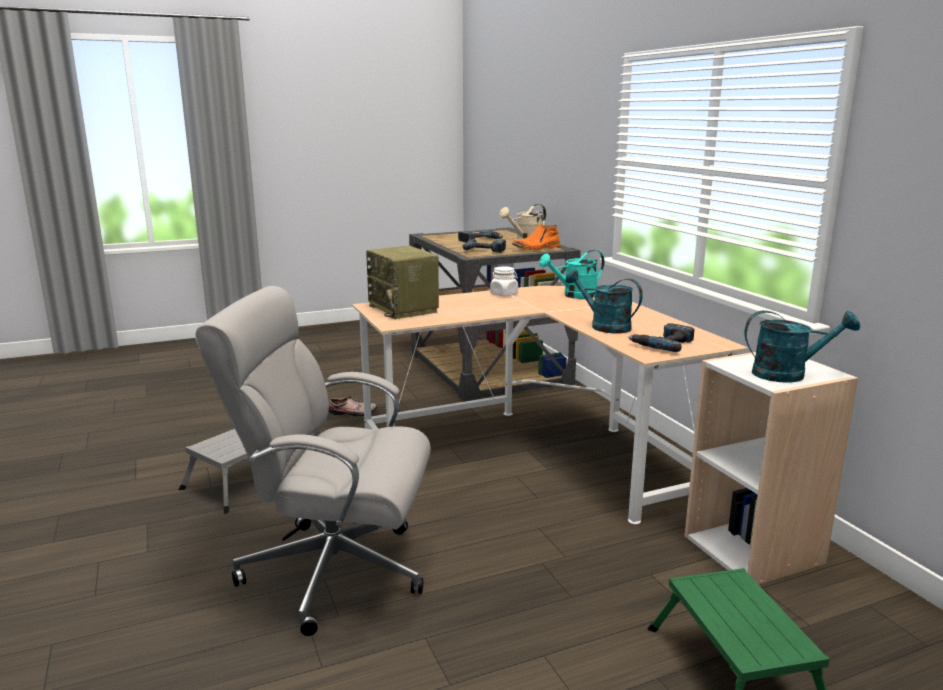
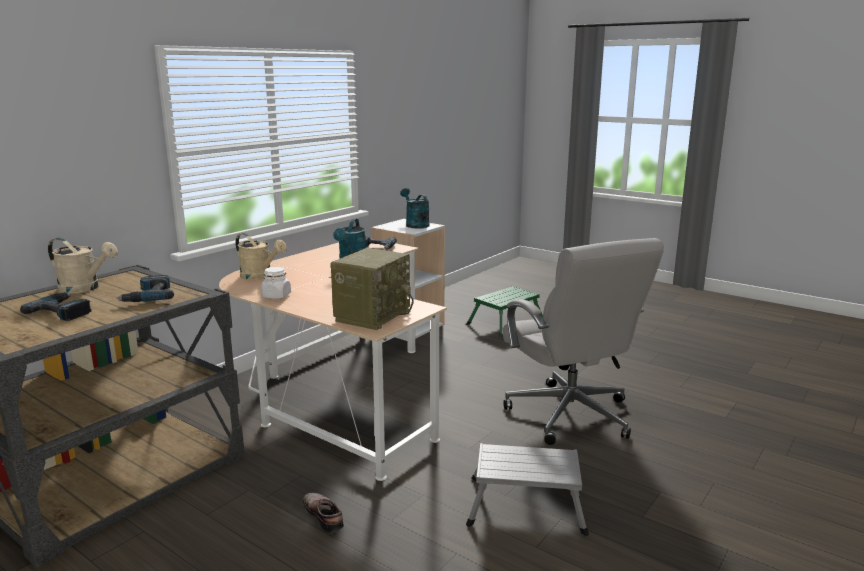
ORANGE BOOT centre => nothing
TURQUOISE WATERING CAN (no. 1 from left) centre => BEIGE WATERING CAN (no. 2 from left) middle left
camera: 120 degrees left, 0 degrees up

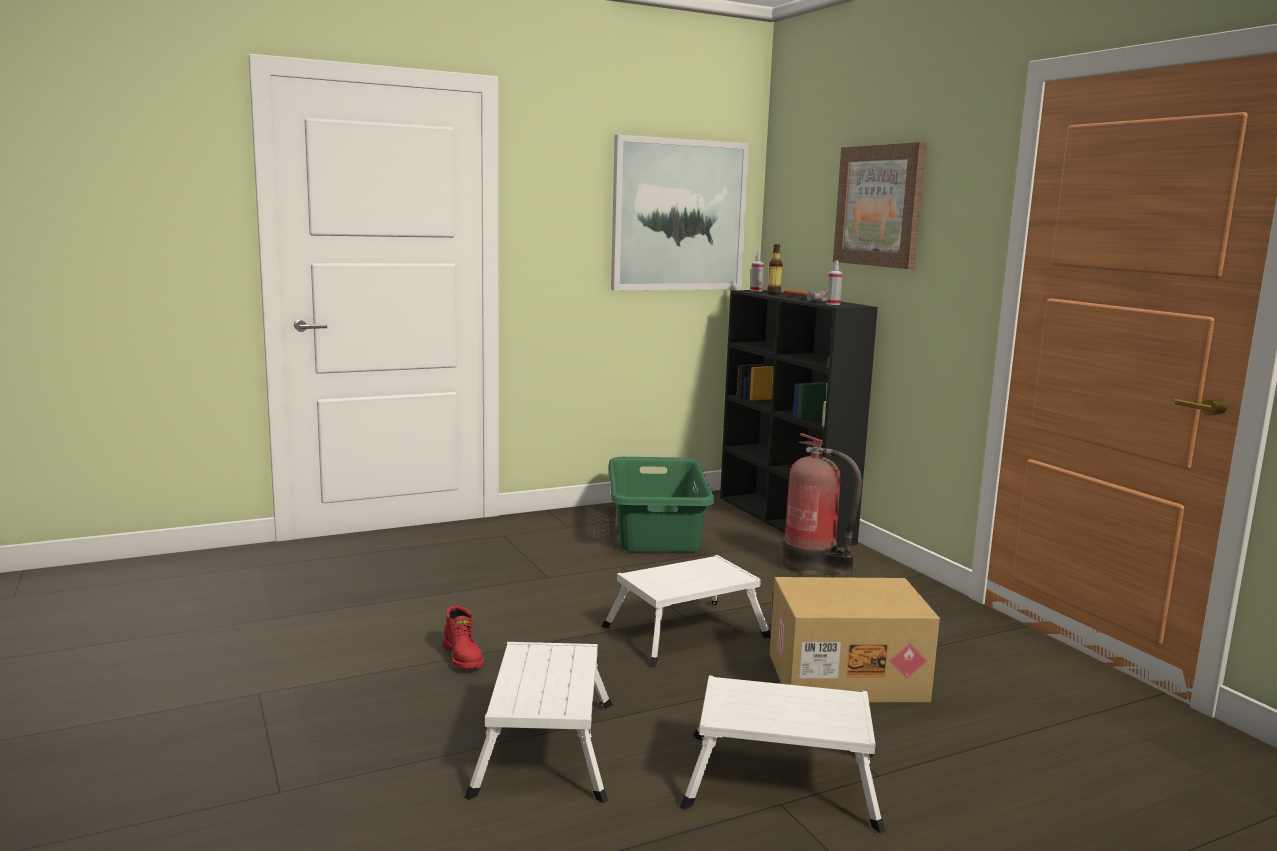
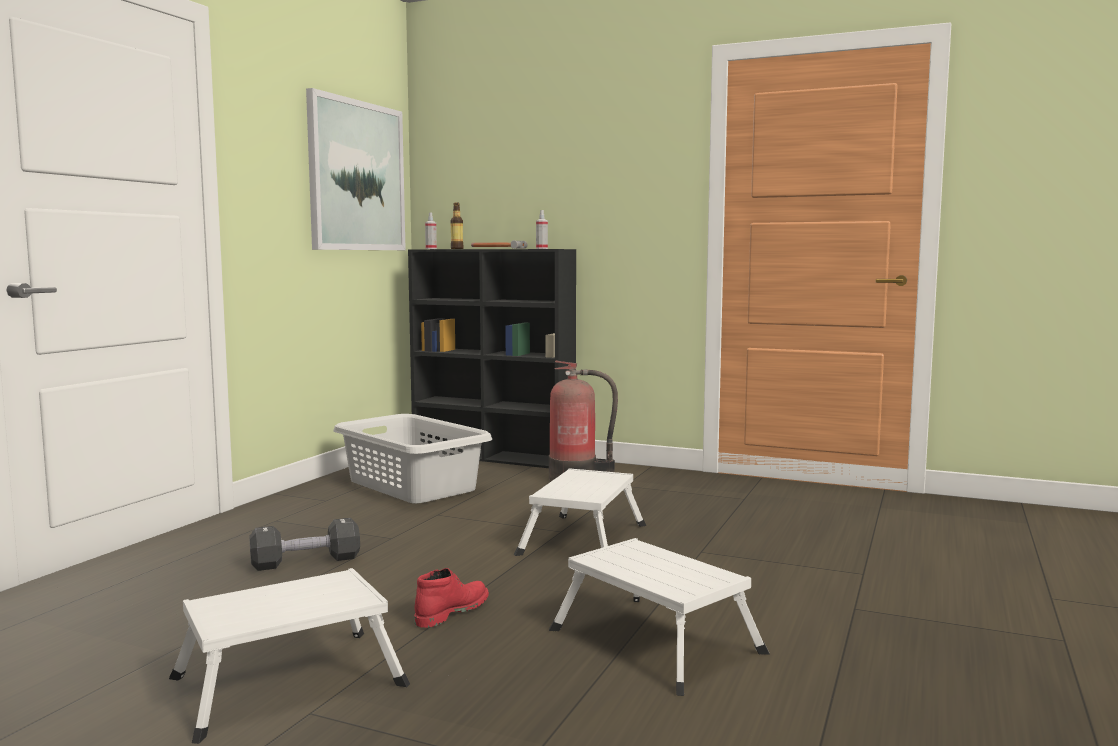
PICTURE (no. 2 from left) top right => nothing
GREEN LAUNDRY BASKET centre => GREY LAUNDRY BASKET centre
CARDBOARD BOX bottom right => nothing
RED BOOT bottom centre, 75 degrees counterclockwise
WHITE STEP LADDER (no. 3 from left in the first image) bottom centre => WHITE STEP LADDER (no. 1 from left) bottom left, shifted
nothing => BLACK DUMBBELL bottom left
camera: 40 degrees left, 5 degrees down

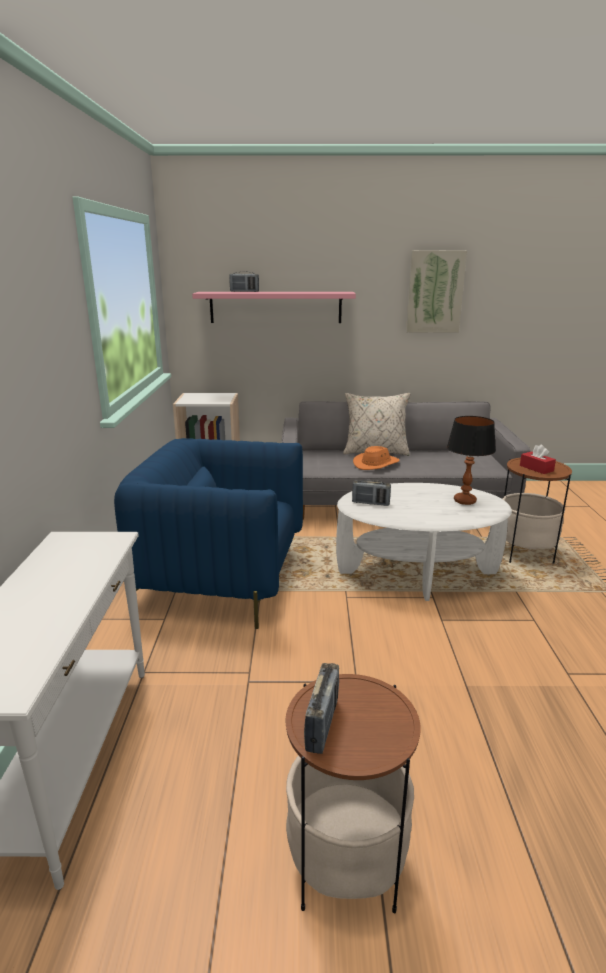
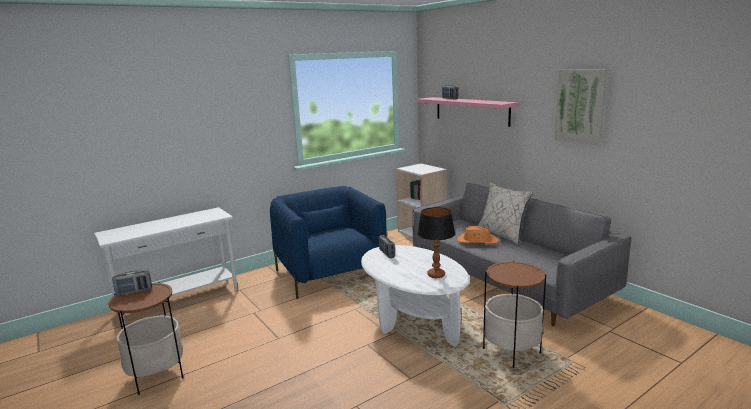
RED TISSUE BOX middle right => nothing
camera: 55 degrees right, 5 degrees down

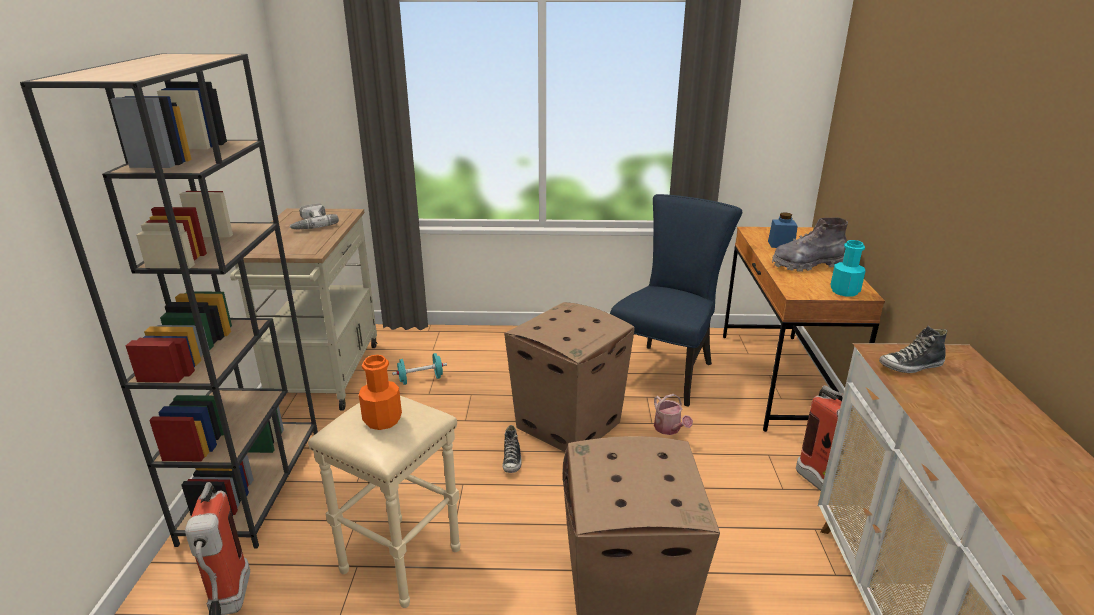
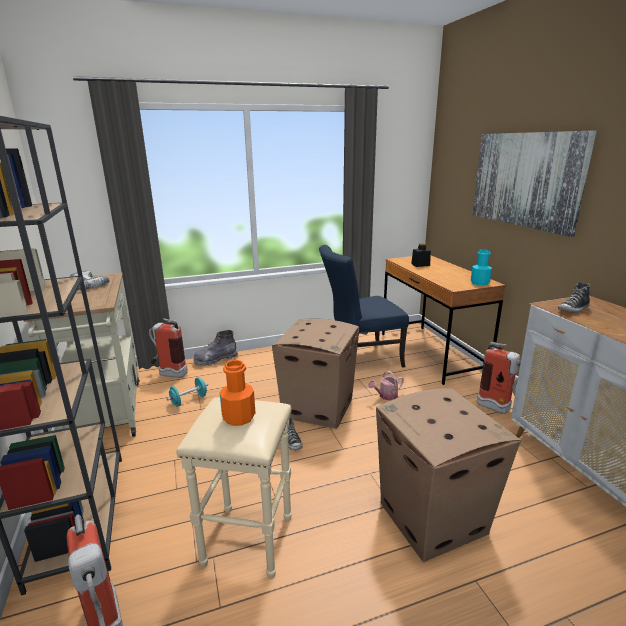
BLUE CHAIR centre, 120 degrees counterclockwise
BLUE JAR middle right => BLACK JAR middle right
GREY BOOT middle right => GREY BOOT centre, shifted
WATERING CAN bottom centre => WATERING CAN centre, 105 degrees clockwise
nothing => PICTURE top right
nothing => FIRE EXTINGUISHER (no. 2 from left) middle left
camera: 20 degrees left, 5 degrees down

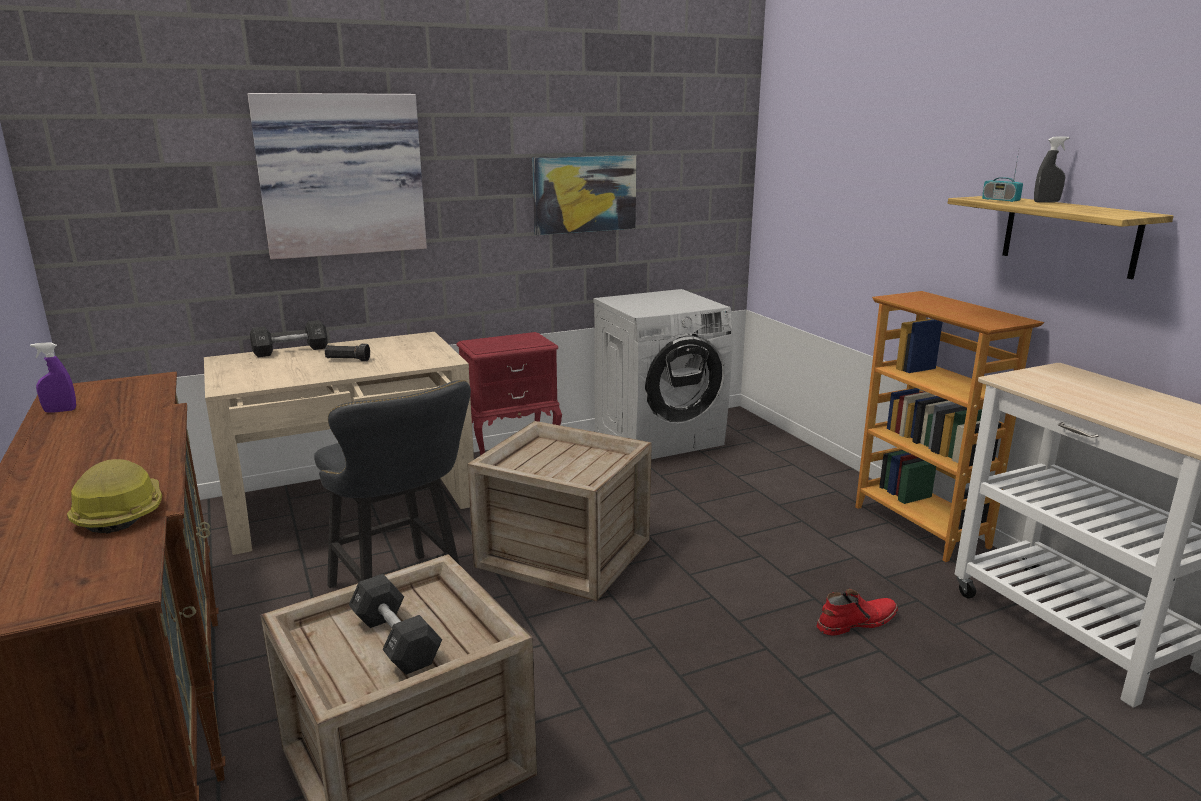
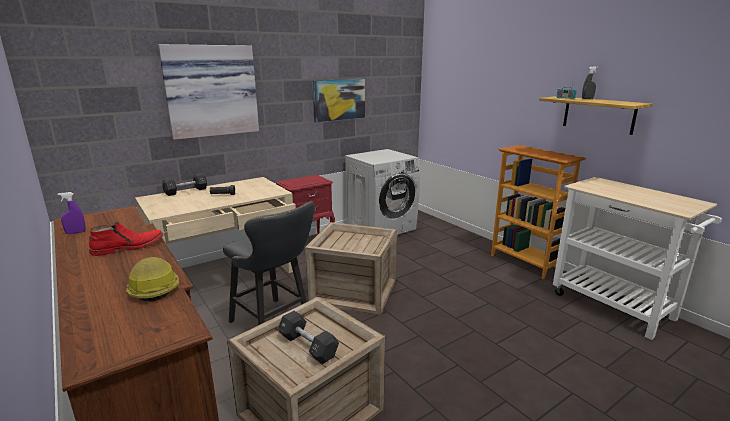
RED BOOT bottom right => RED BOOT middle left, shifted
camera: 10 degrees left, 0 degrees up

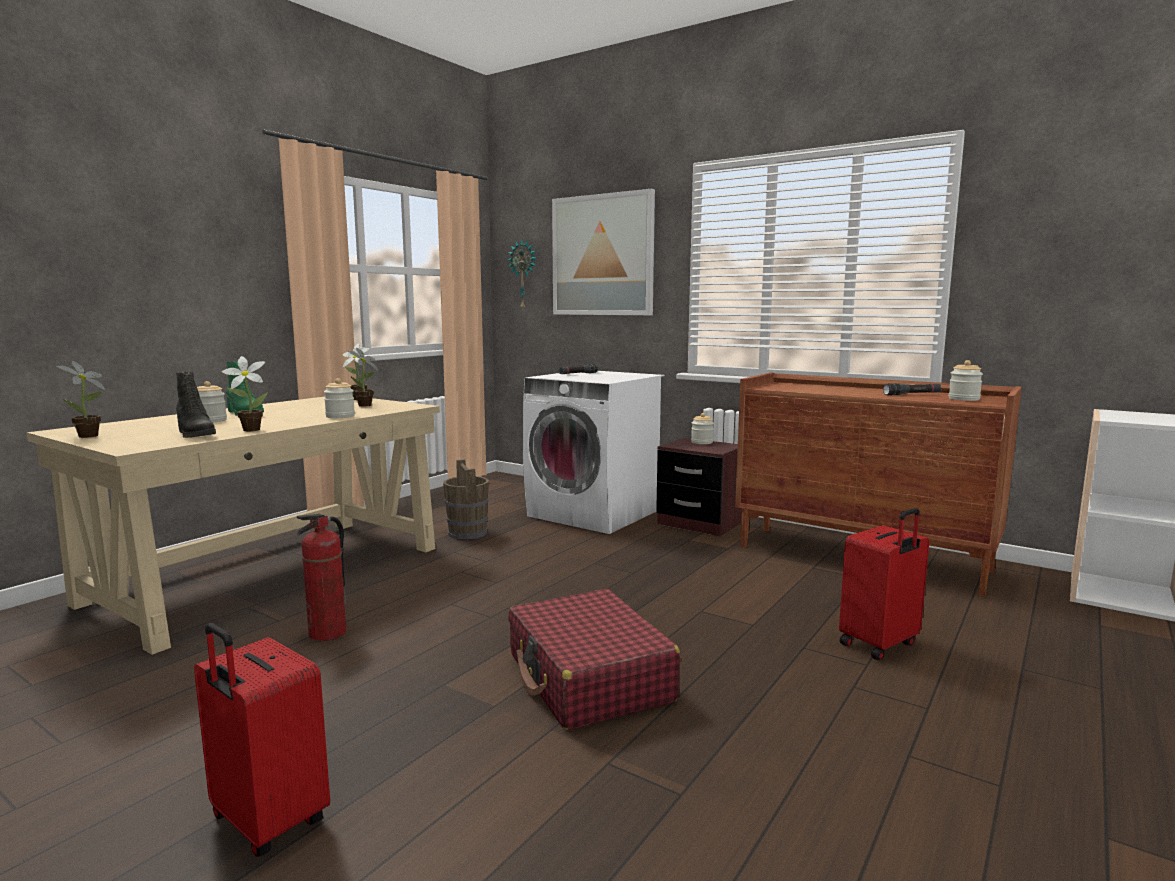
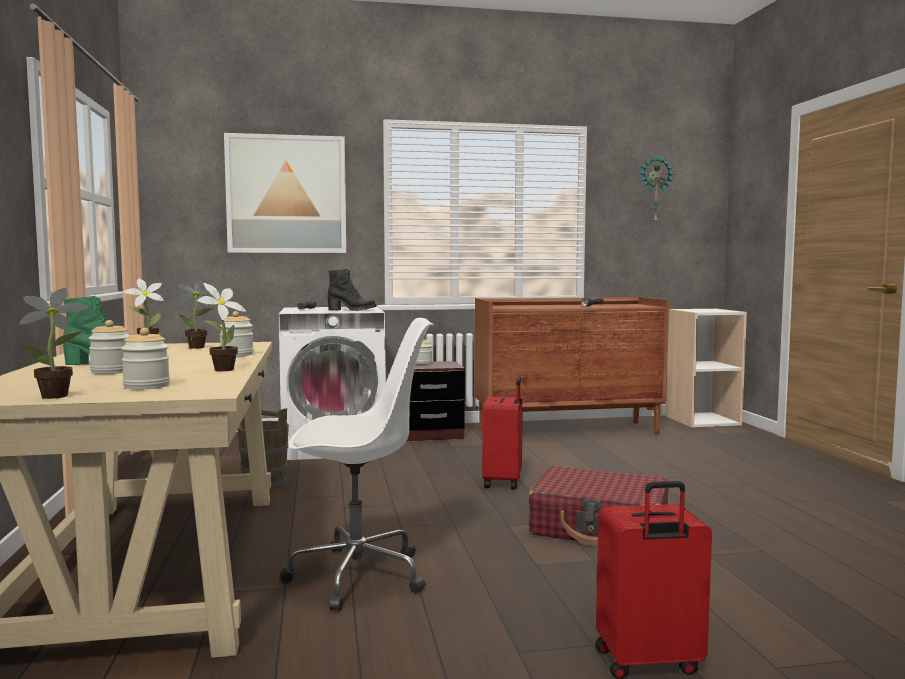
WALL CLOCK top centre => WALL CLOCK top right, shifted
JAR (no. 4 from left in the first image) middle right => JAR (no. 2 from left) middle left, shifted
BLACK BOOT middle left => BLACK BOOT centre, shifted
RED SUITCASE (no. 3 from left in the first image) middle right => RED SUITCASE (no. 1 from left) centre, shifted
FIRE EXTINGUISHER middle left => WHITE OFFICE CHAIR bottom centre
camera: 45 degrees left, 5 degrees down

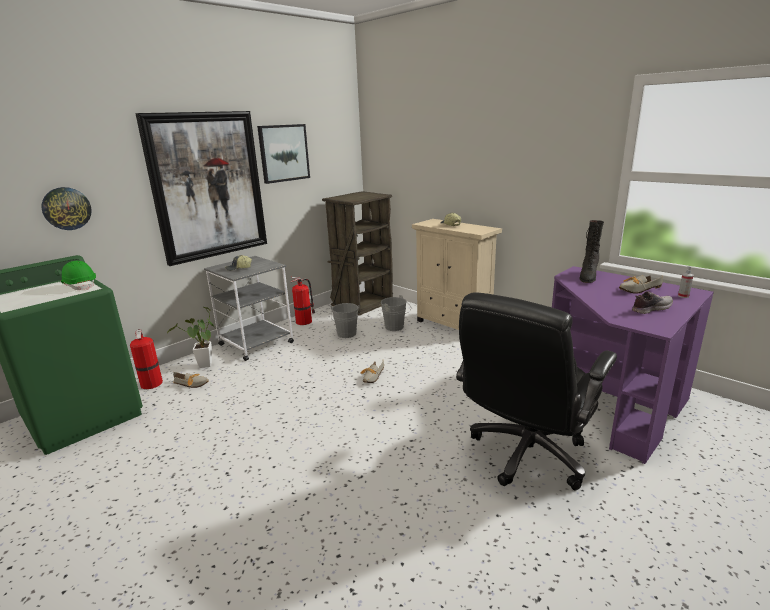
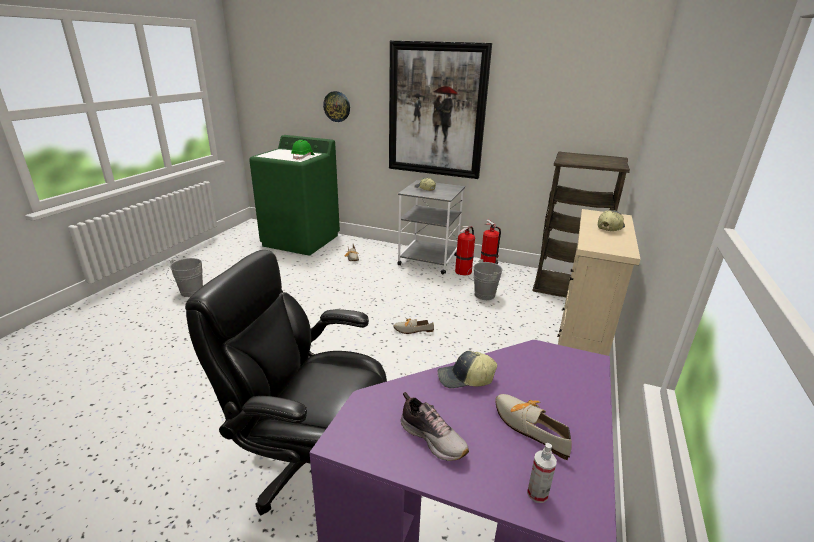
PICTURE (no. 2 from left) top centre => nothing
BLACK BOOT middle right => nothing
GREY BUCKET (no. 2 from left in the first image) centre => GREY BUCKET (no. 1 from left) middle left, shifted
POTTED PLANT middle left => nothing
FIRE EXTINGUISHER (no. 1 from left) middle left => FIRE EXTINGUISHER (no. 1 from left) centre, shifted
nothing => CAP (no. 2 from left) bottom centre
camera: 65 degrees right, 5 degrees up

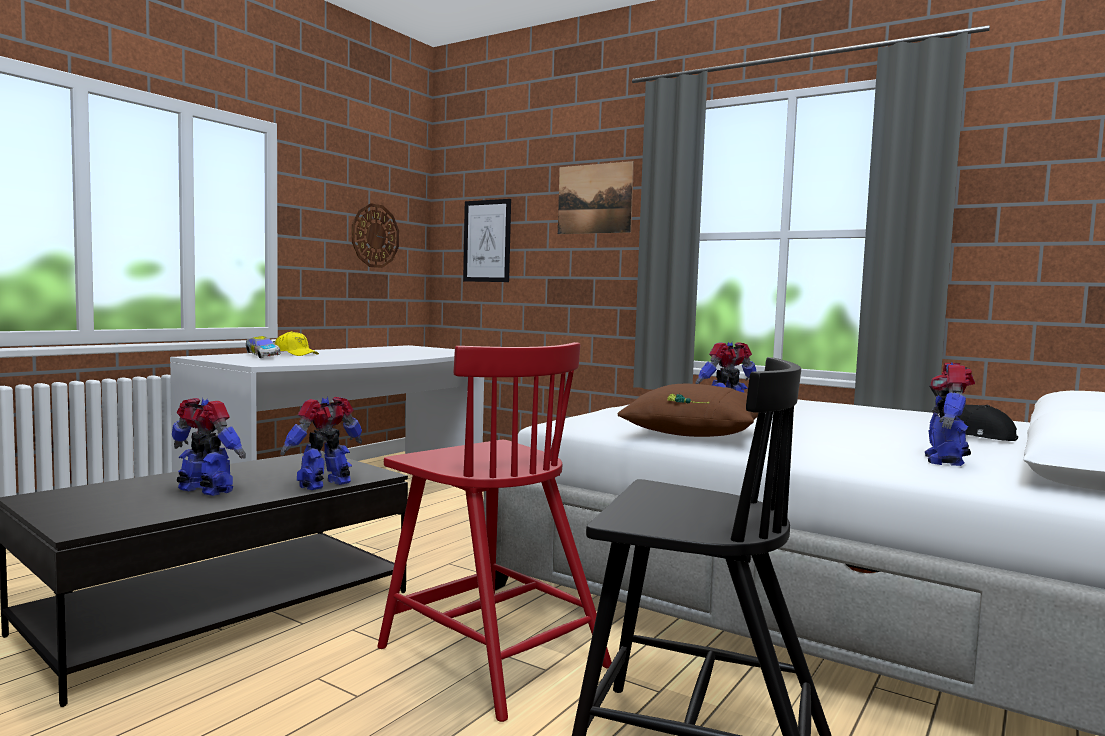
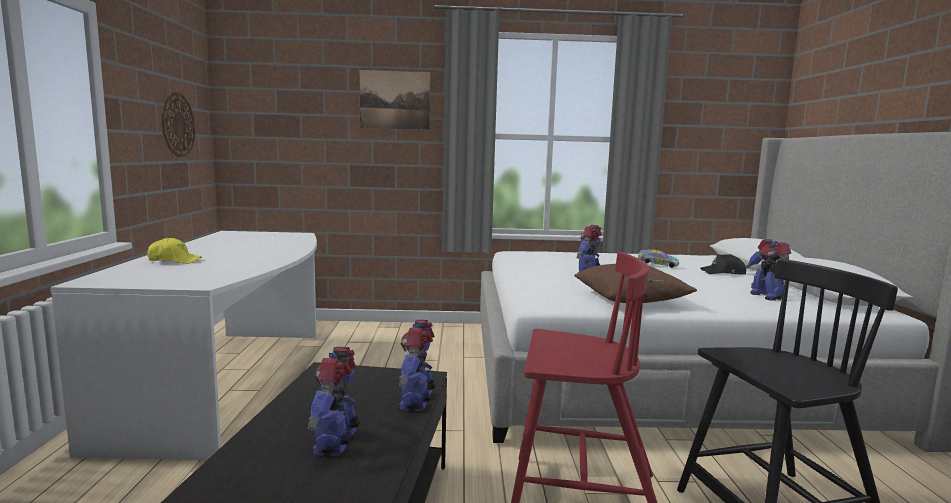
PICTURE (no. 1 from left) top centre => nothing
TOY CAR middle left => TOY CAR middle right, shifted
TOY ROBOT (no. 1 from left) middle left => TOY ROBOT (no. 1 from left) bottom centre, 75 degrees counterclockwise
camera: 35 degrees left, 5 degrees up

